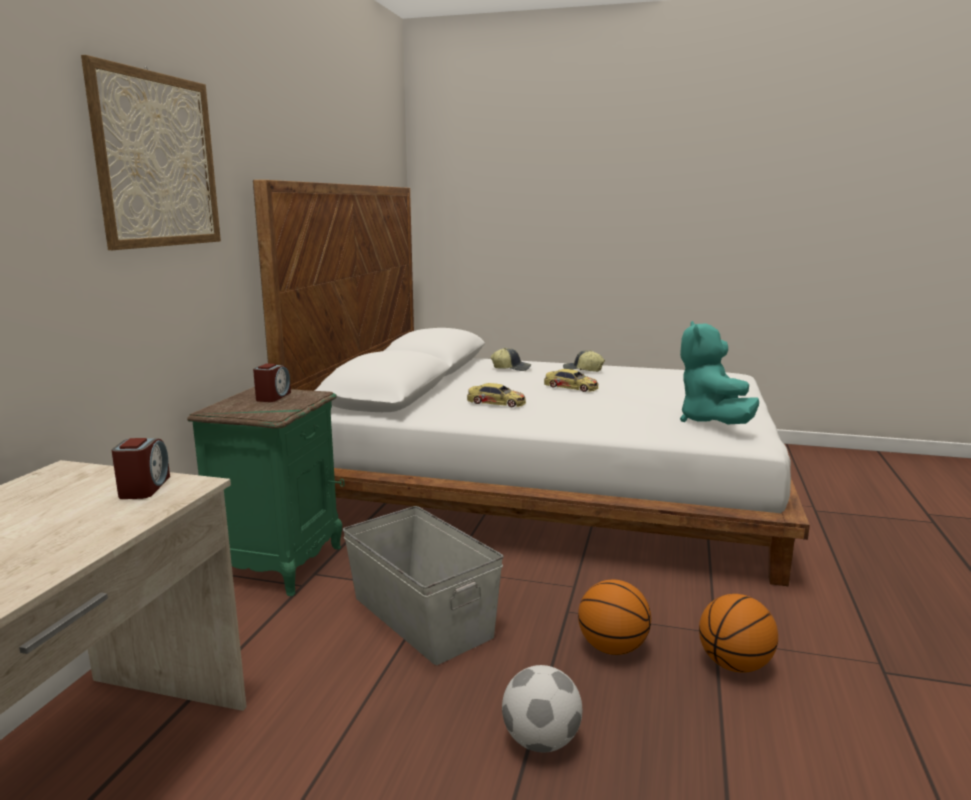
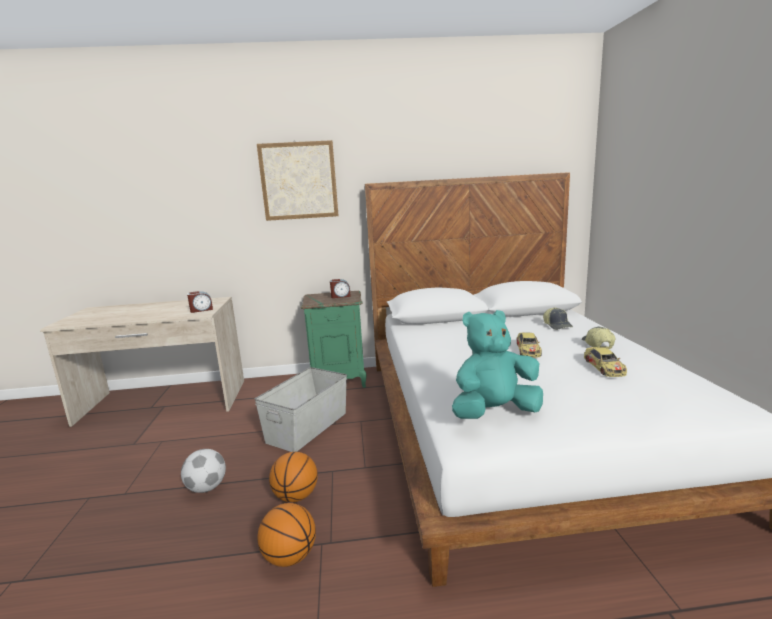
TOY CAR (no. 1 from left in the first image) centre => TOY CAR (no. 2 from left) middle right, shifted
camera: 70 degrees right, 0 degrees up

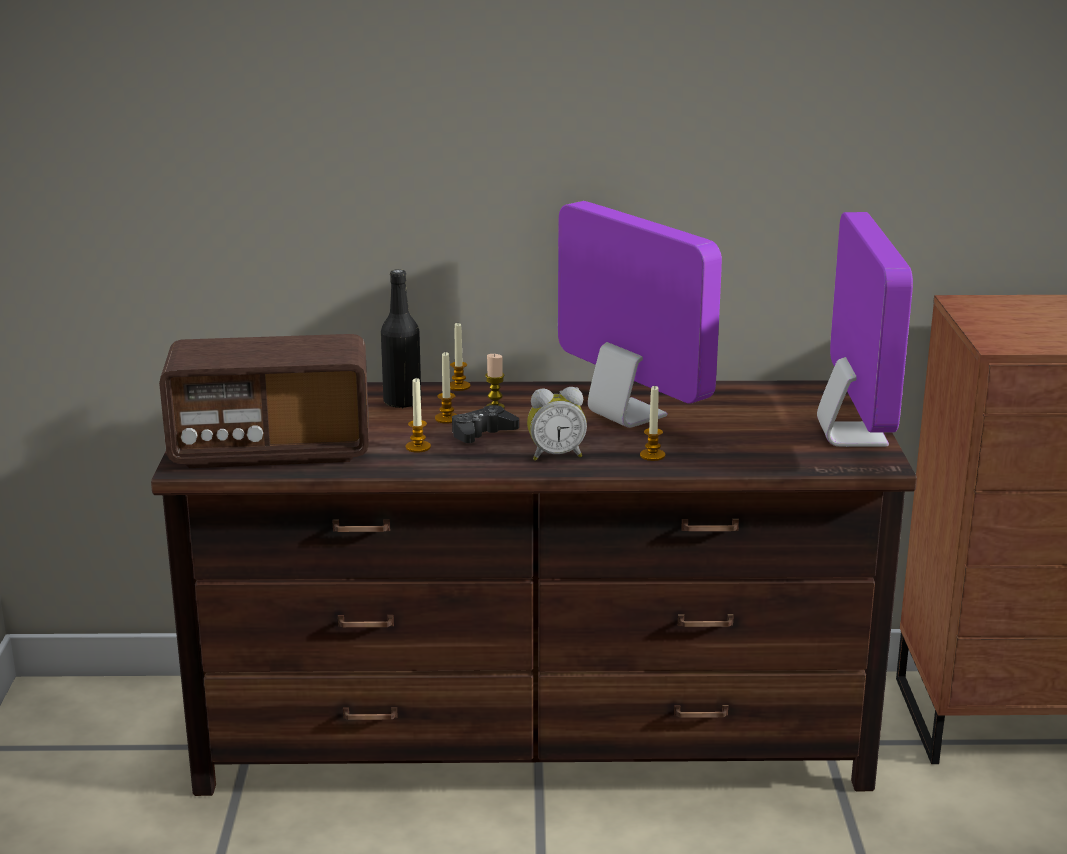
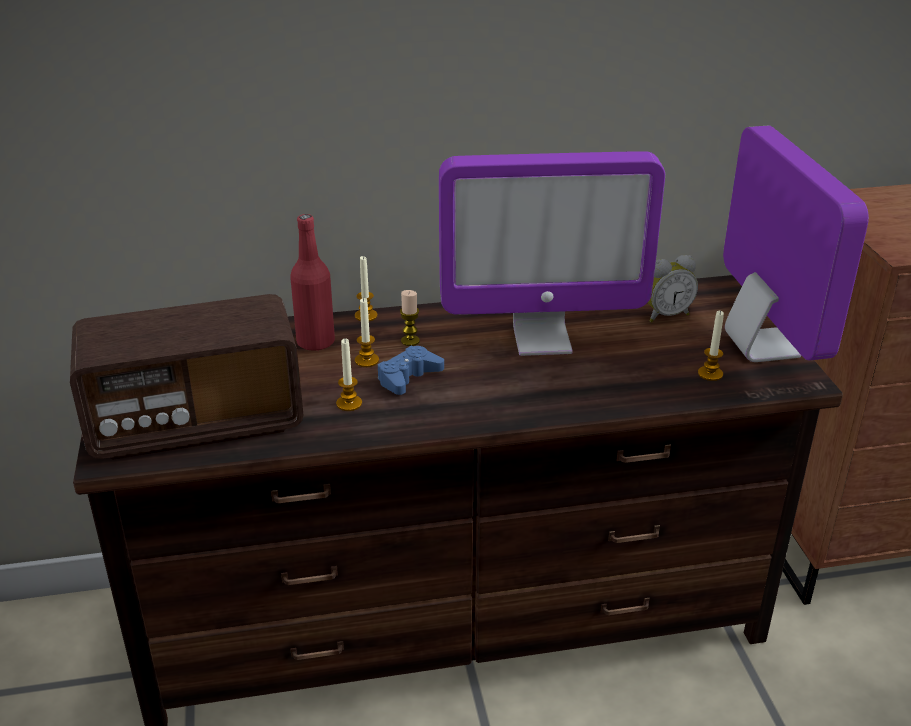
MONITOR (no. 1 from left) centre, 135 degrees clockwise
BLACK BOTTLE centre => RED BOTTLE centre
CANDLE (no. 5 from left) centre => CANDLE (no. 5 from left) middle right, shifted
ALARM CLOCK centre => ALARM CLOCK middle right, shifted
BLACK GAME CONTROLLER centre => BLUE GAME CONTROLLER centre
camera: 10 degrees left, 10 degrees up

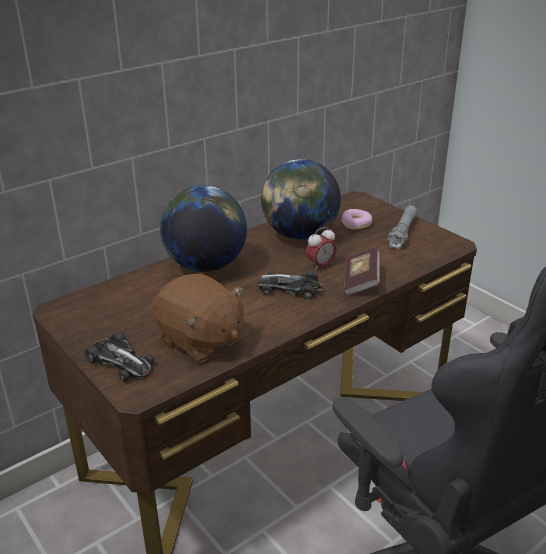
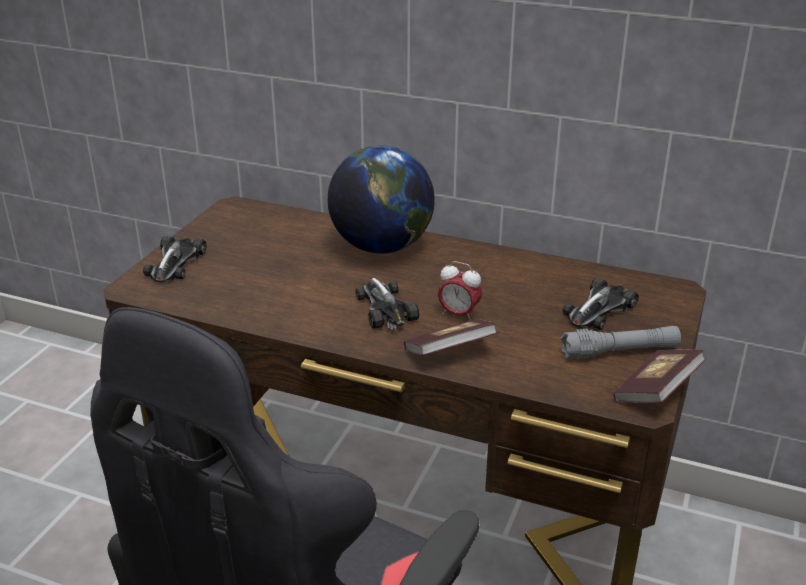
GLOBE (no. 2 from left) centre => nothing
DONUT centre => TOY CAR (no. 3 from left) middle right
BROWN PLUSH TOY centre => nothing
nothing => BOOK (no. 2 from left) middle right
camera: 60 degrees right, 0 degrees up

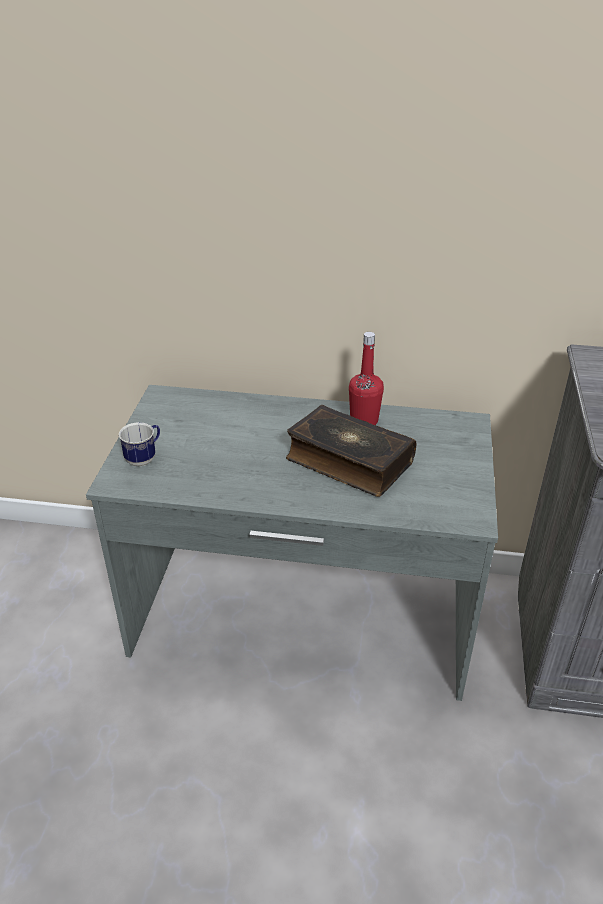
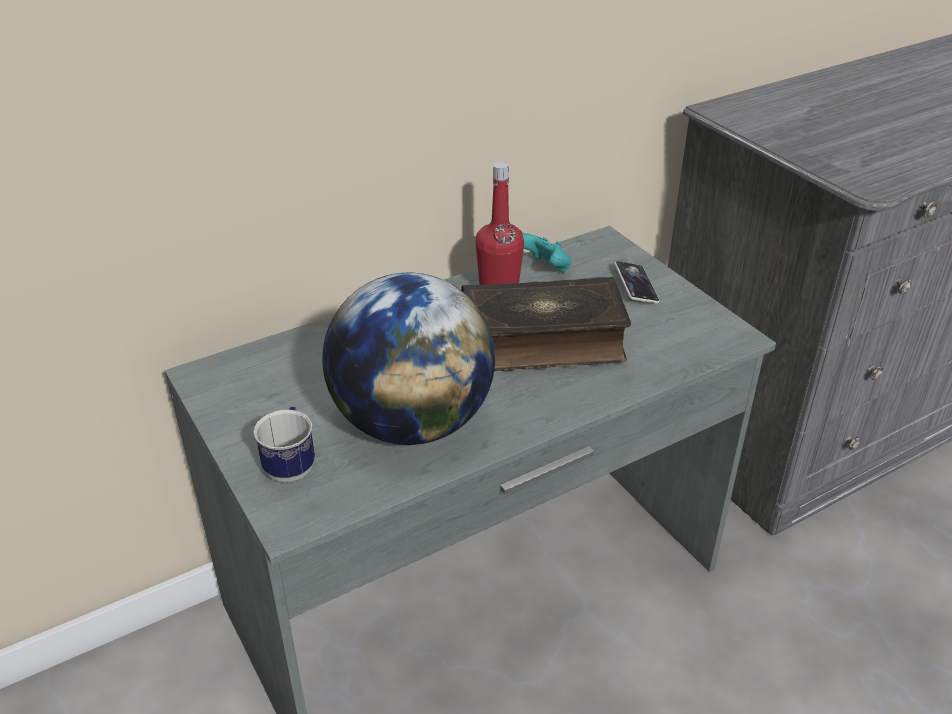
nothing => TURQUOISE GAME CONTROLLER centre
nothing => PHONE middle right
nothing => GLOBE centre
camera: 40 degrees left, 0 degrees up

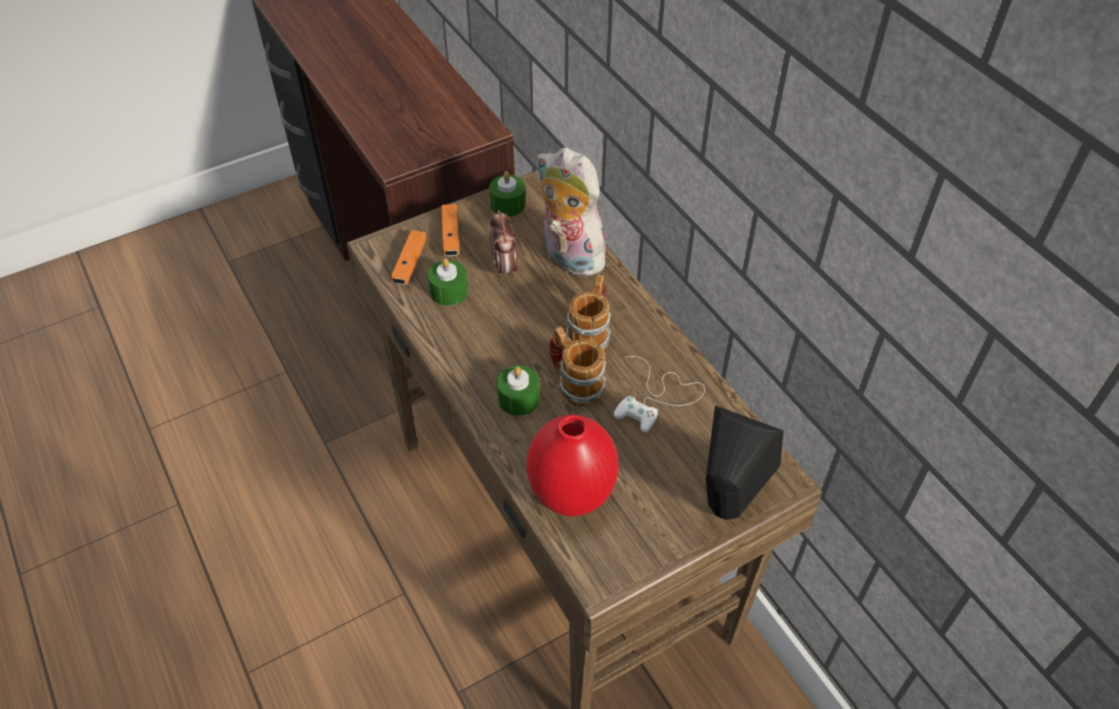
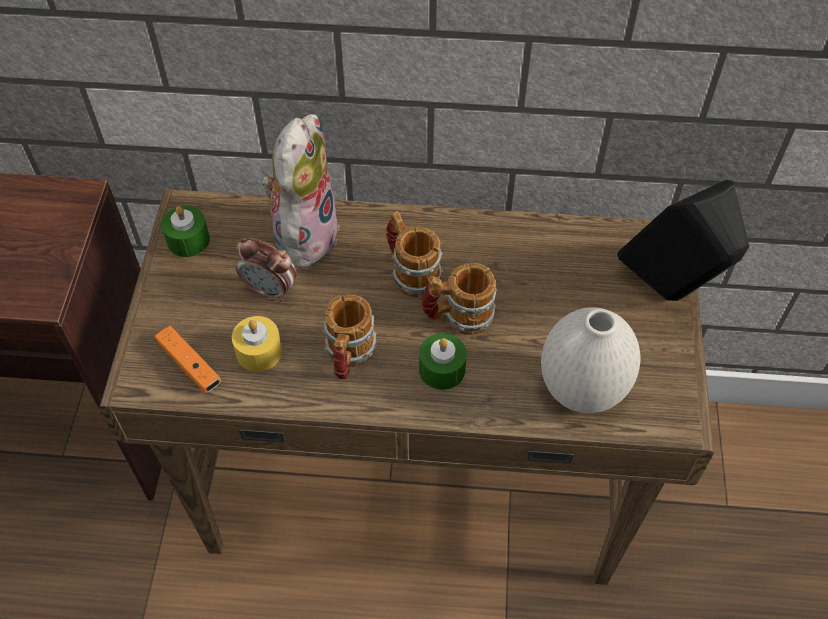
PLUSH TOY top centre, 120 degrees clockwise
ORANGE GAME CONTROLLER (no. 2 from left) top centre => nothing
GREEN CANDLE (no. 1 from left) centre => YELLOW CANDLE middle left
WHITE GAME CONTROLLER centre => nothing
RED VASE centre => WHITE VASE middle right
nothing => MUG (no. 1 from left) centre
camera: 55 degrees left, 5 degrees up

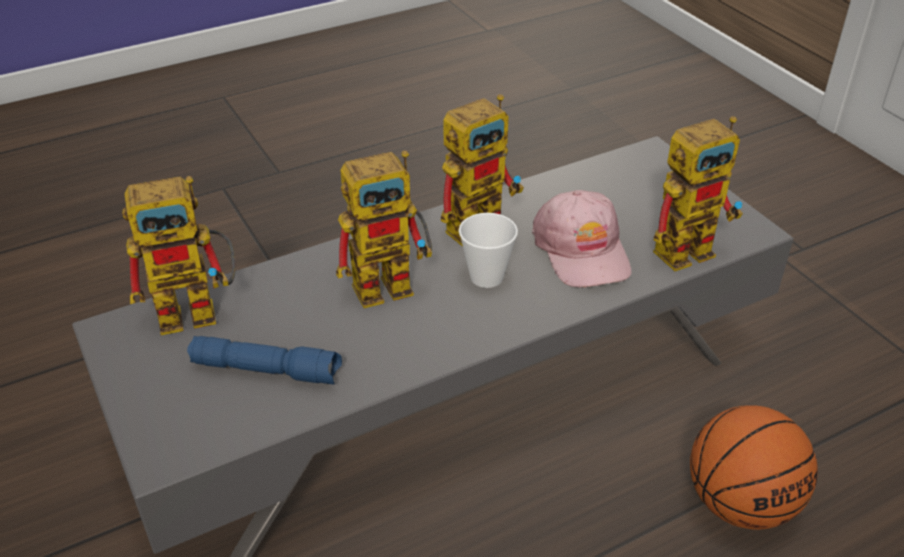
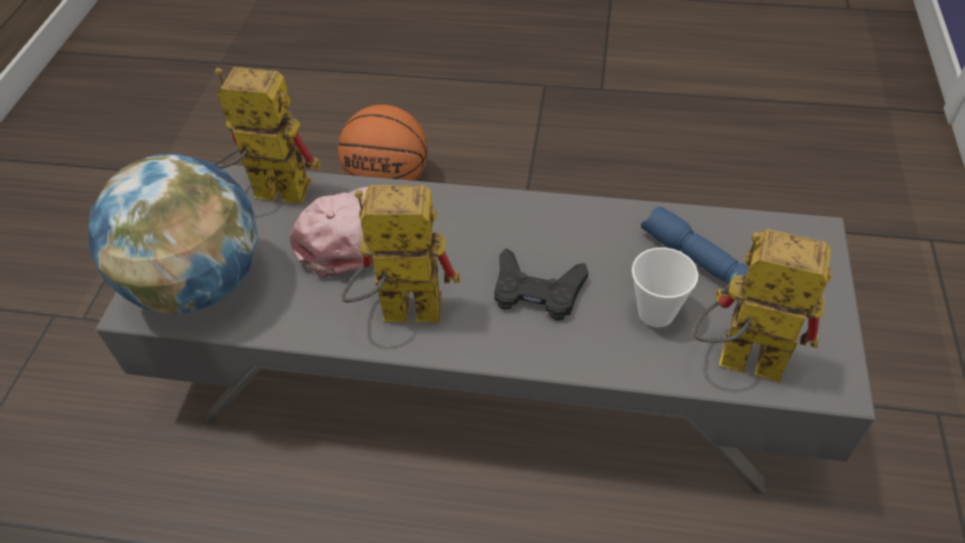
TOY ROBOT (no. 2 from left) centre => BLACK GAME CONTROLLER centre
CUP centre => CUP middle right, shifted
nothing => GLOBE middle left
camera: 140 degrees left, 10 degrees up

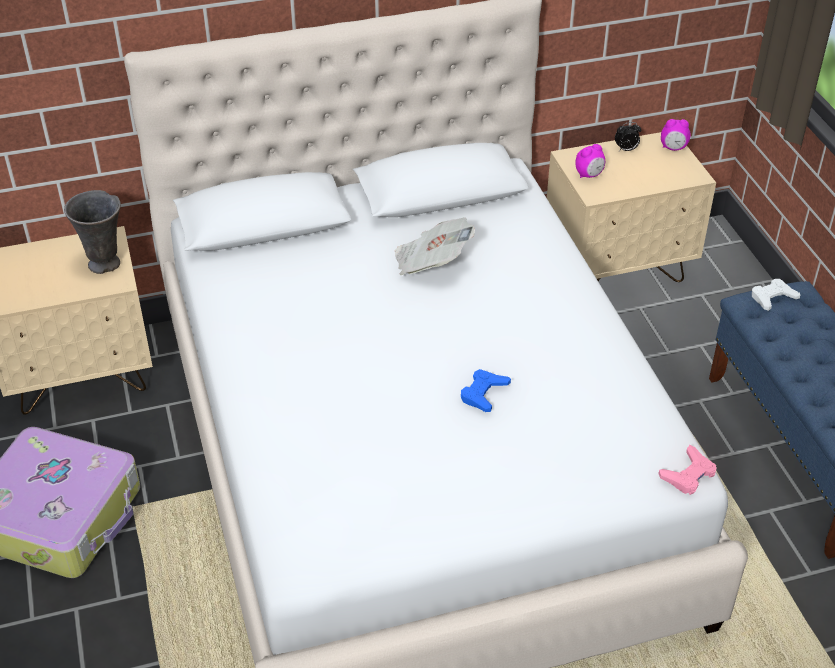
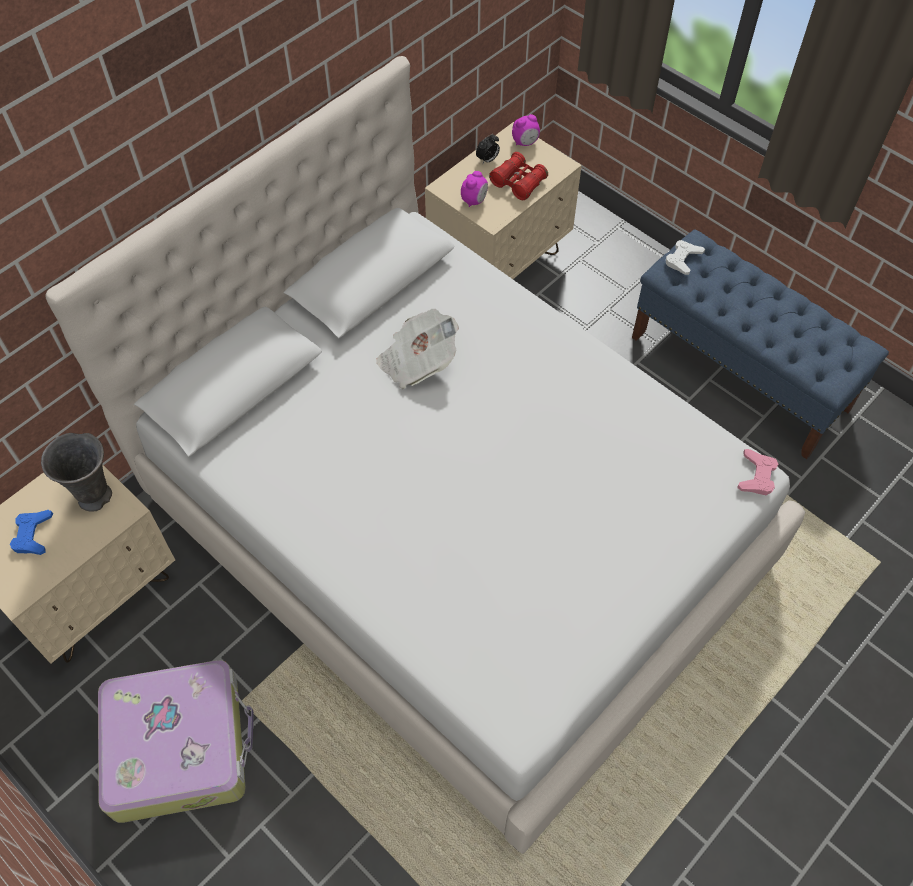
BLUE GAME CONTROLLER centre => BLUE GAME CONTROLLER middle left, shifted
nothing => RED BINOCULARS top centre
camera: 30 degrees left, 15 degrees up

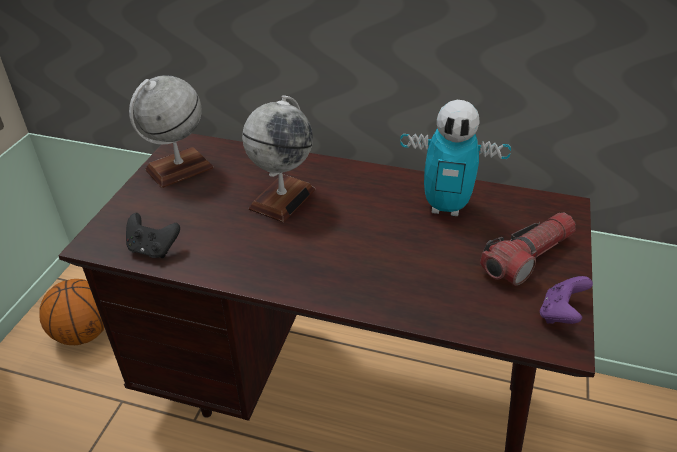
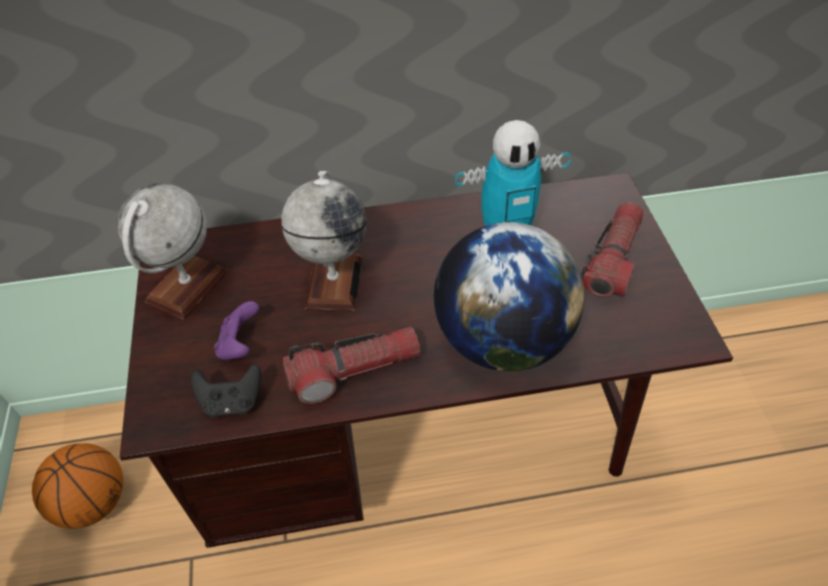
PURPLE GAME CONTROLLER middle right => PURPLE GAME CONTROLLER middle left, shifted
nothing => GLOBE (no. 3 from left) centre
nothing => FLASHLIGHT (no. 1 from left) centre
camera: 25 degrees left, 10 degrees up

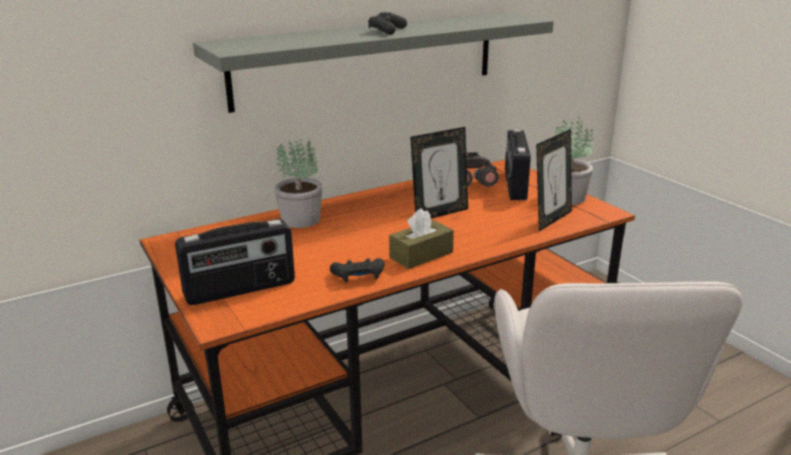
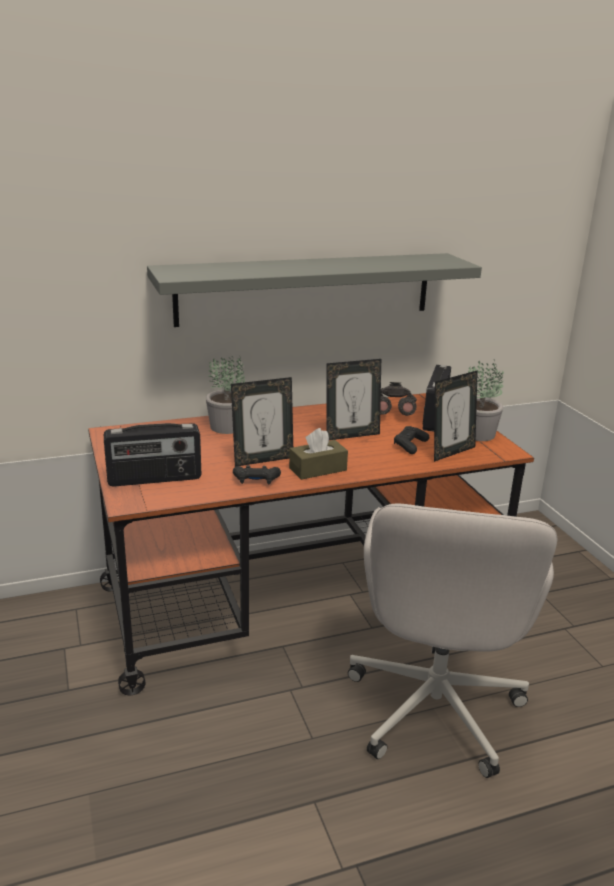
BLACK GAME CONTROLLER (no. 2 from left) top centre => BLACK GAME CONTROLLER (no. 2 from left) middle right, shifted
nothing => PICTURE FRAME (no. 1 from left) centre
camera: 10 degrees right, 0 degrees up

